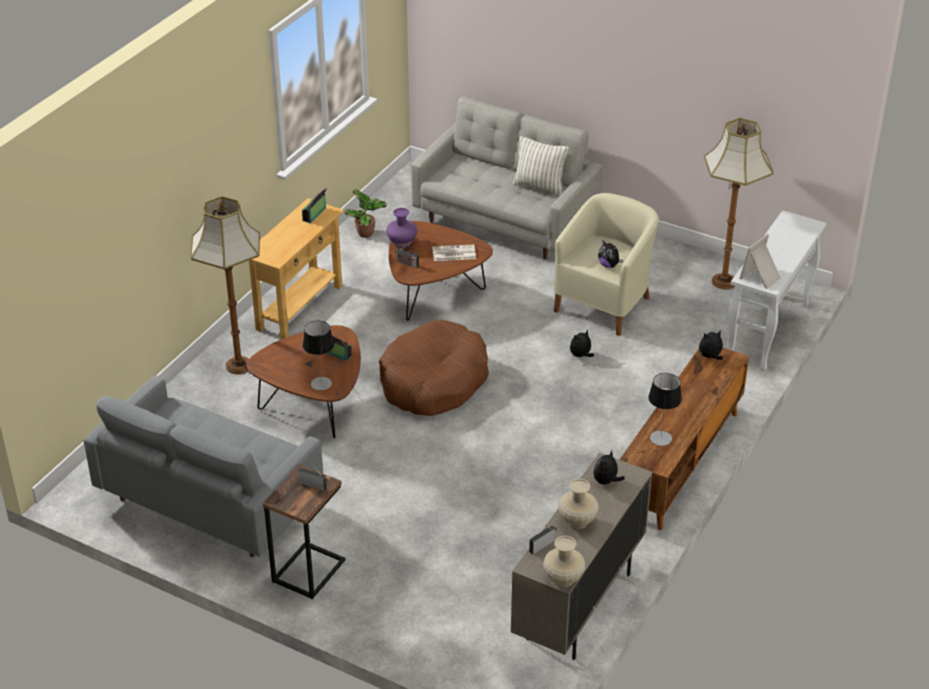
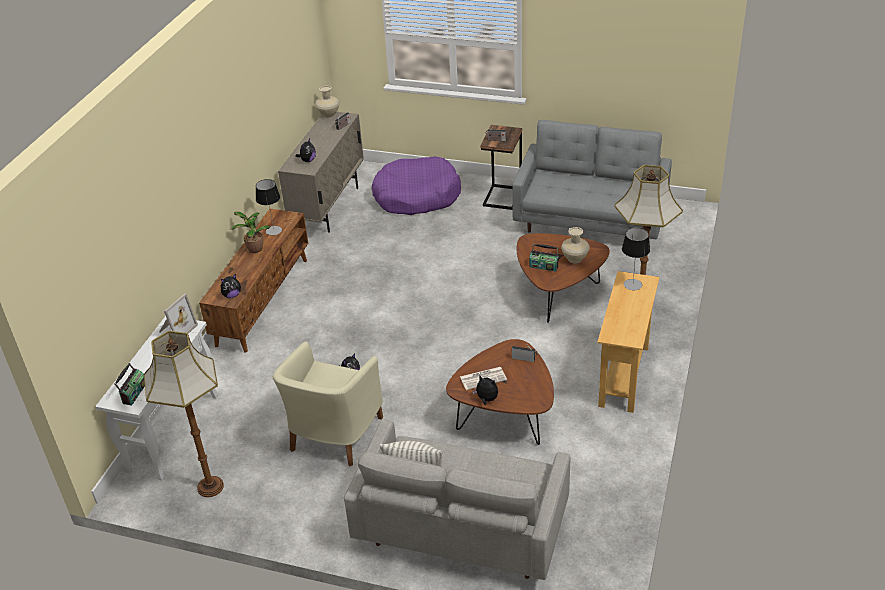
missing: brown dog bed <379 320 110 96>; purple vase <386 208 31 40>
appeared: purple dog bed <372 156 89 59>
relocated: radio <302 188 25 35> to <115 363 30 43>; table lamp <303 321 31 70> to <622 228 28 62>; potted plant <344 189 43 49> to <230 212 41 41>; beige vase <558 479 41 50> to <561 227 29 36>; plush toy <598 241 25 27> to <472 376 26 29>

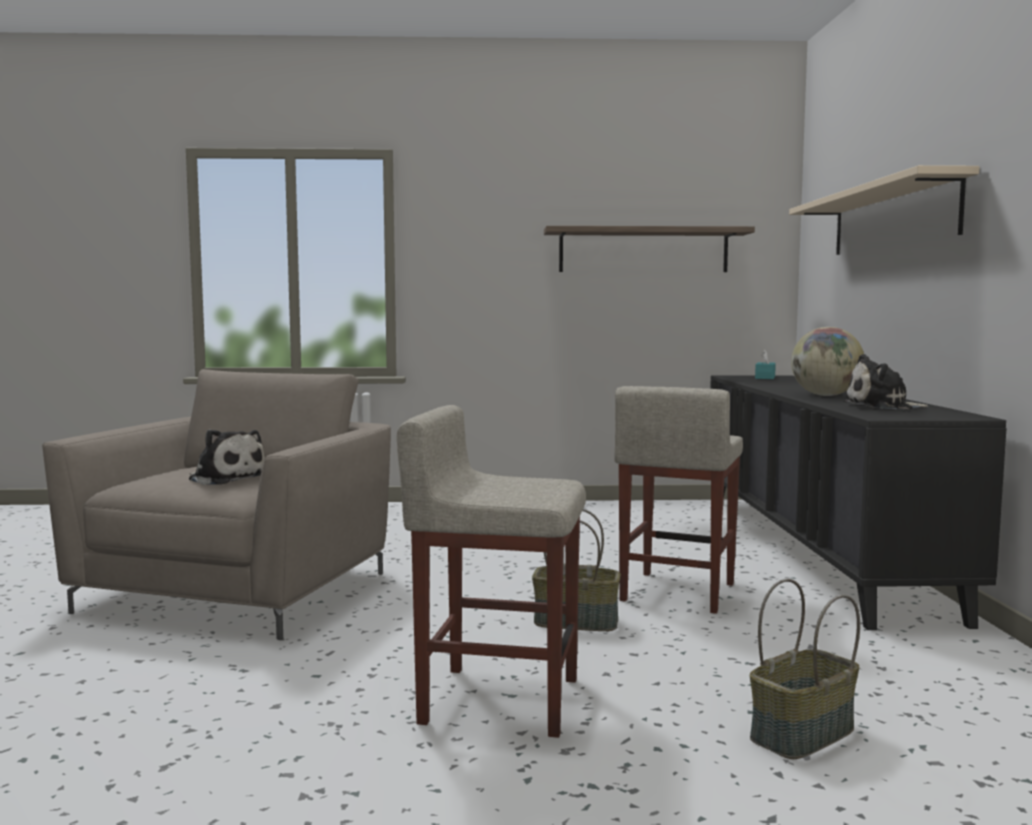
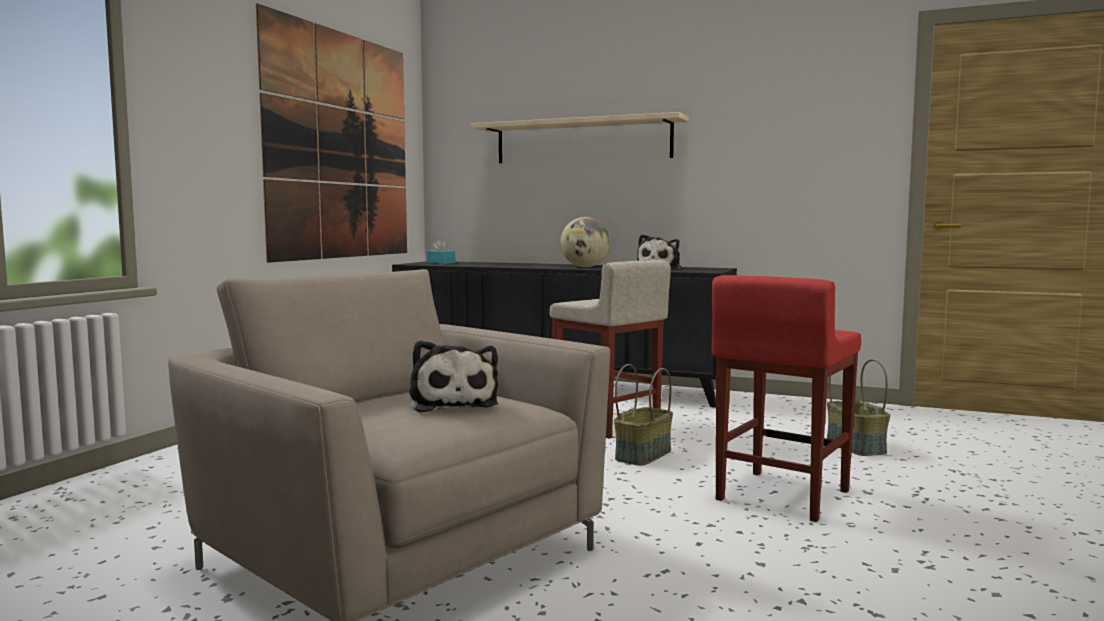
exchanged: shelf <544 226 211 46> to picture <256 3 151 260>
colour: beige stool <397 405 189 333> to red stool <711 275 150 247>
spun: plush toy <189 429 76 56> = <409 340 89 73> 105 degrees clockwise

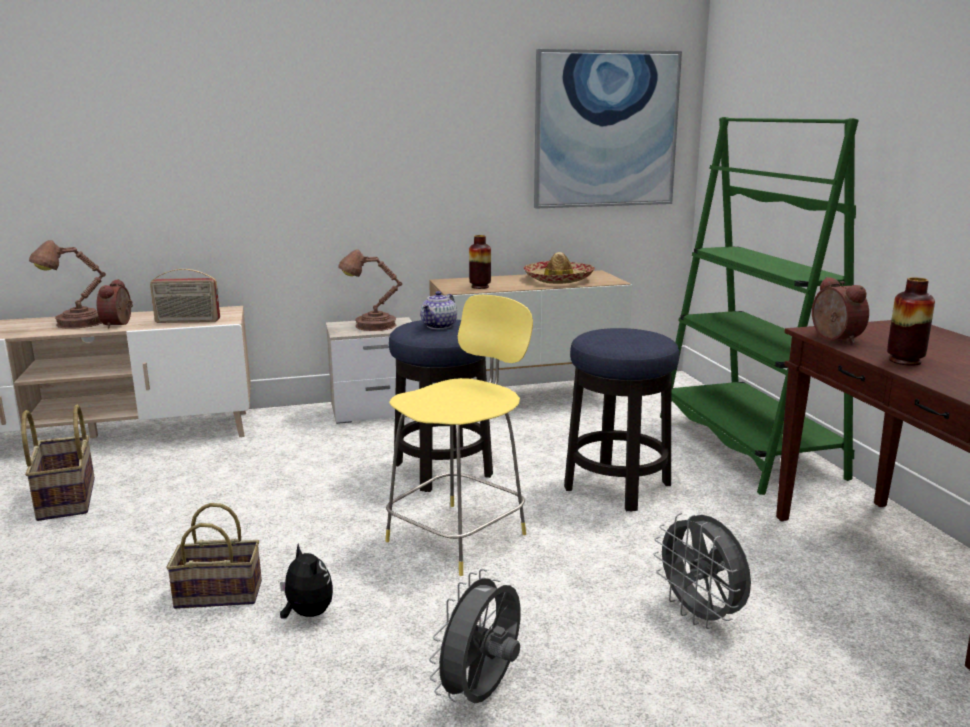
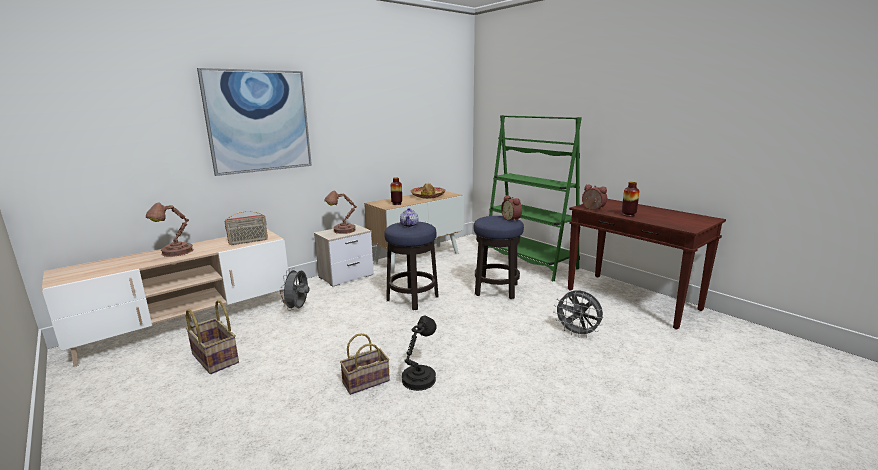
missing: yellow stool <385 295 148 281>
relocated: alarm clock <97 279 36 50> to <501 195 21 27>; grey fan <429 569 92 134> to <281 268 29 43>; picture <534 49 148 160> to <197 68 115 108>
exchanged: plush toy <280 543 53 76> to black table lamp <402 315 34 76>

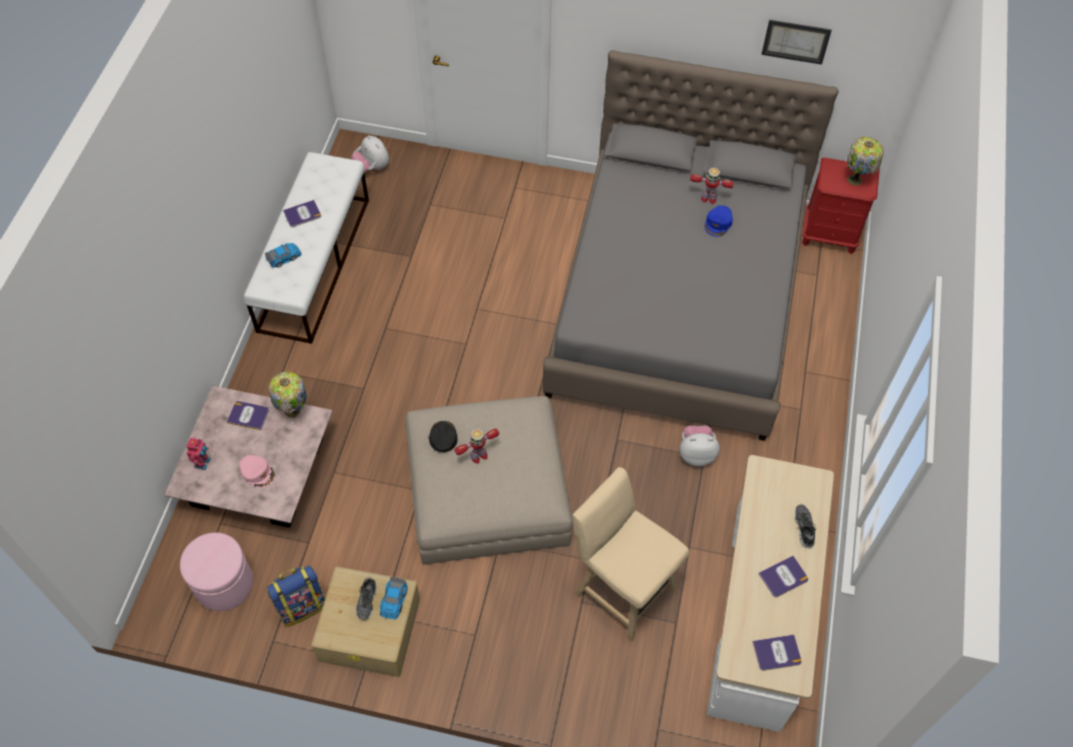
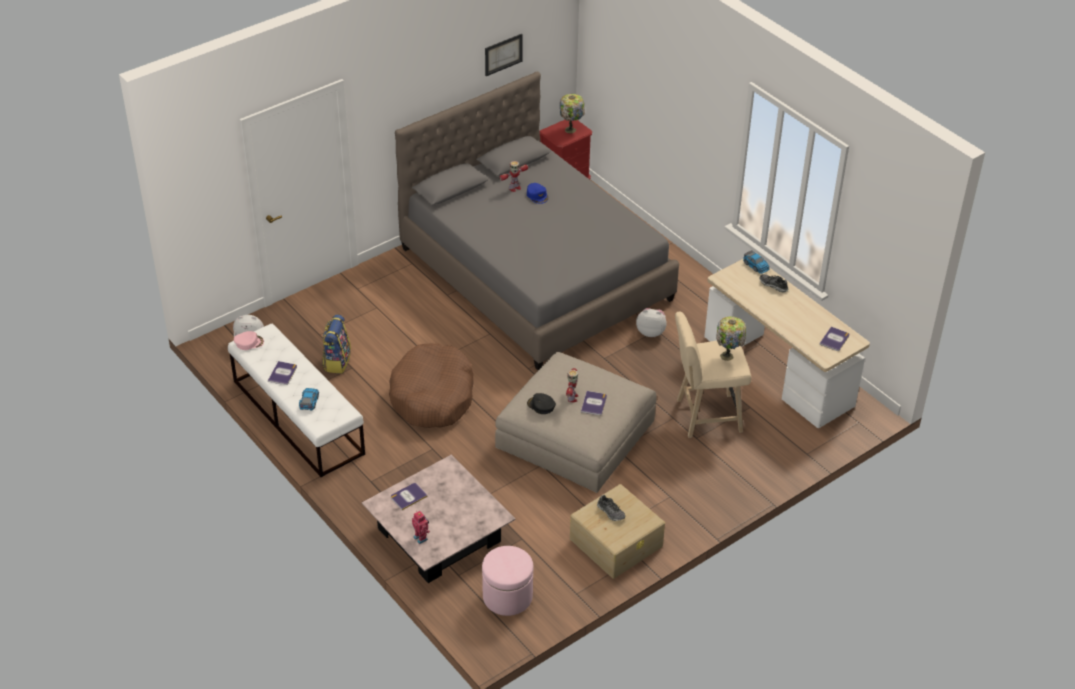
appeared: brown dog bed <389 343 85 85>
relocated: pink cap <239 455 36 33> to <234 331 30 19>; backpack <267 566 58 61> to <322 315 29 59>; table lamp <268 371 39 47> to <716 316 30 45>; toy car <380 577 28 42> to <743 250 27 24>; book <758 556 50 41> to <581 391 26 24>
spun: plush toy <680 425 40 41> = <636 308 31 29> 60 degrees clockwise

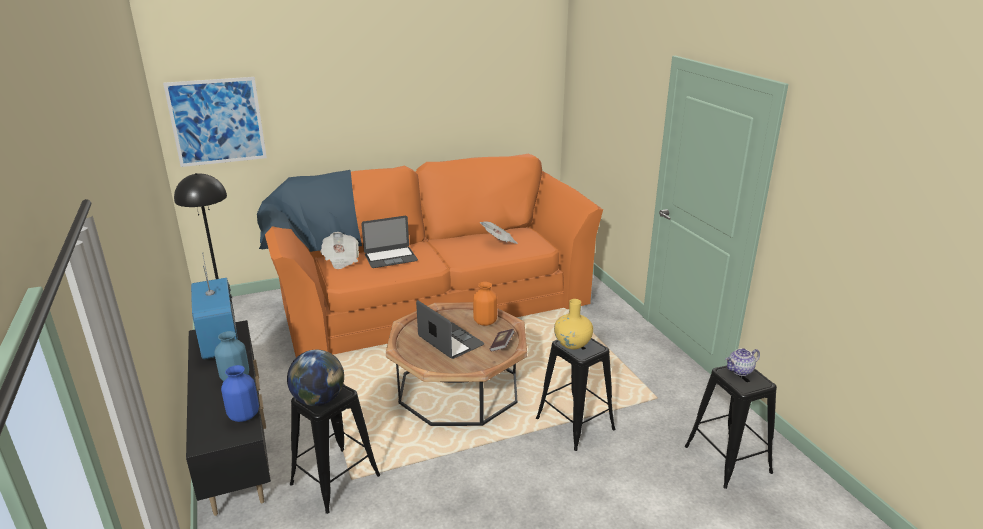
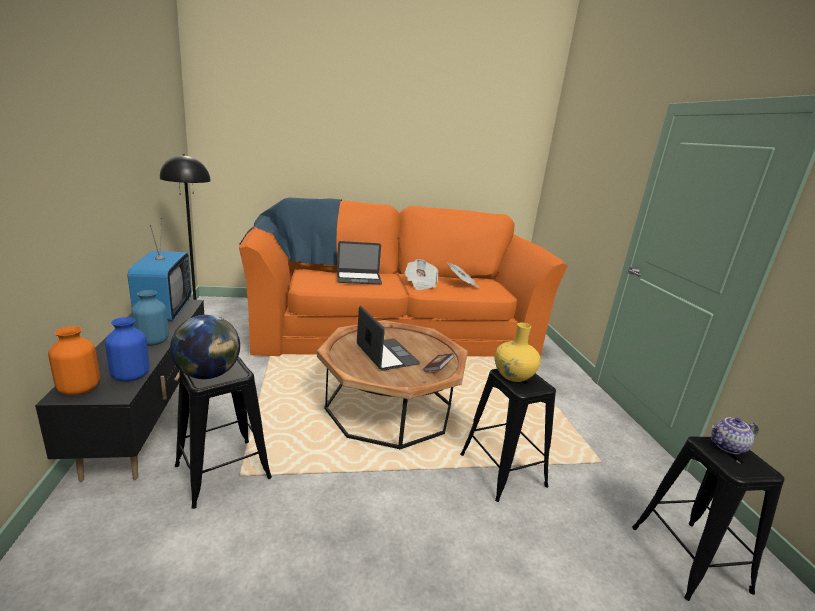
missing: picture <163 77 104 90>
relocated: newspaper <320 232 39 37> to <404 259 35 31>; orange vase <473 282 24 44> to <48 326 52 69>

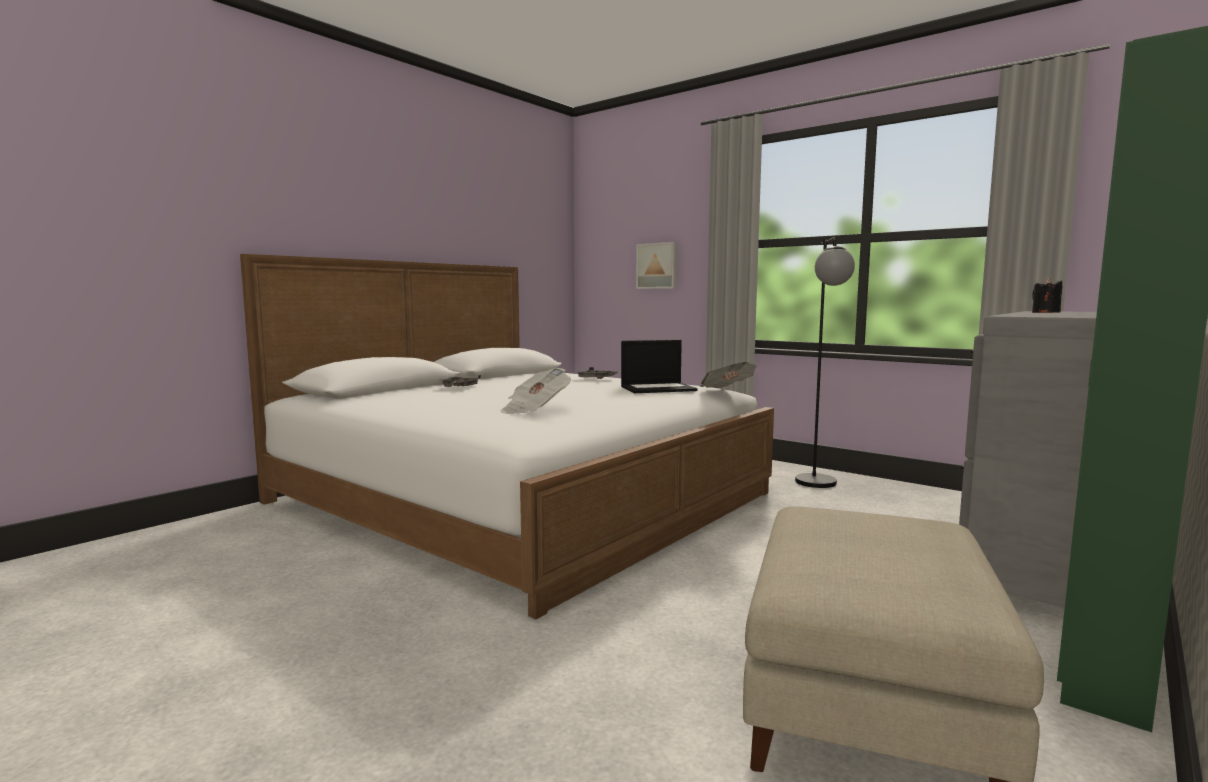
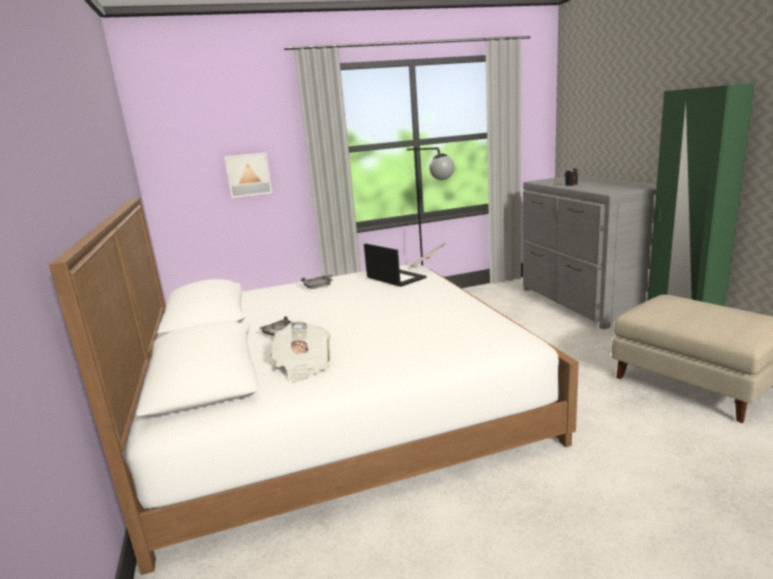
relocated: newspaper <501 368 70 46> to <270 321 61 61>
spun: laptop <621 340 77 53> = <364 243 63 44> 60 degrees counterclockwise

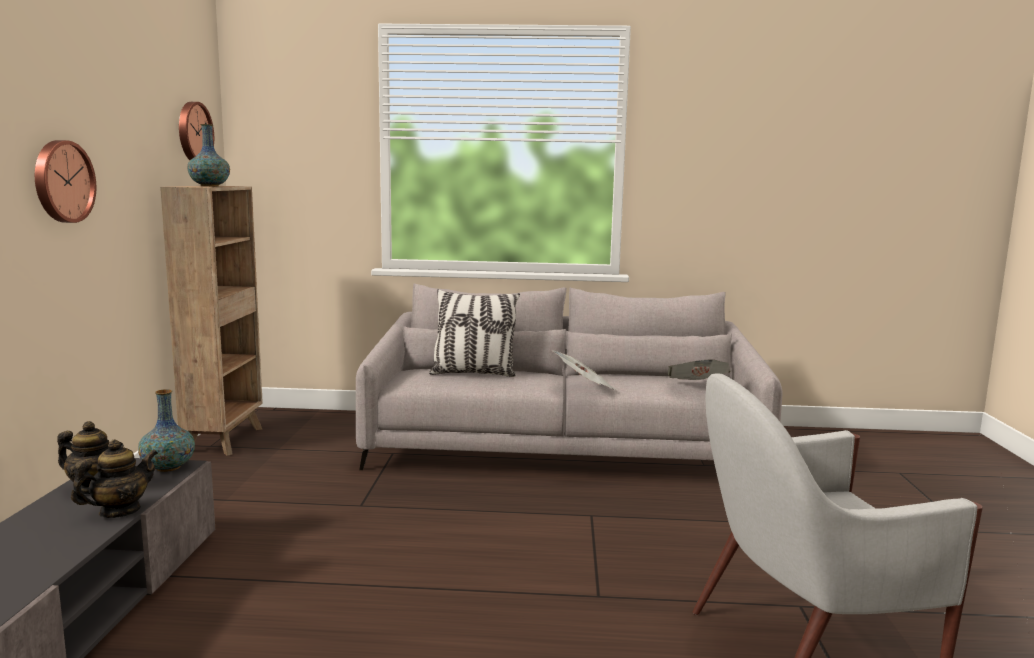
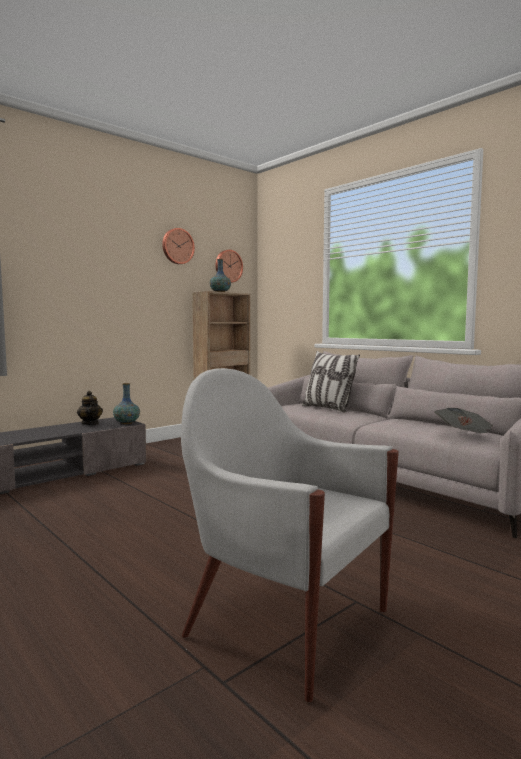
missing: teapot <71 439 87 79>; newspaper <551 350 66 40>
relocated: wall clock <35 140 61 83> to <162 228 33 36>

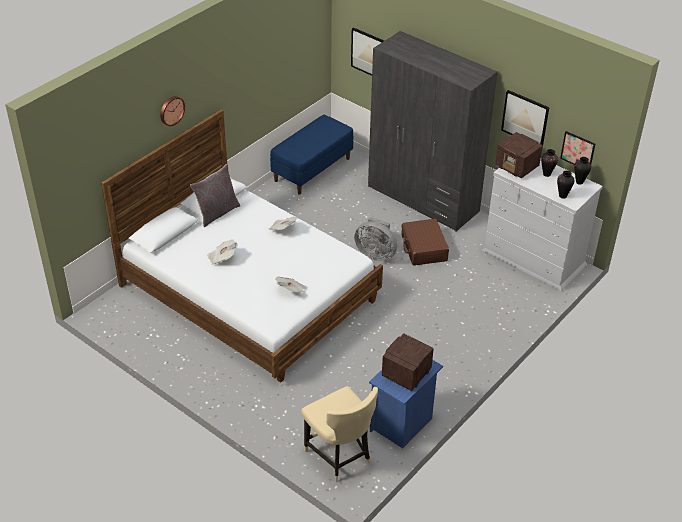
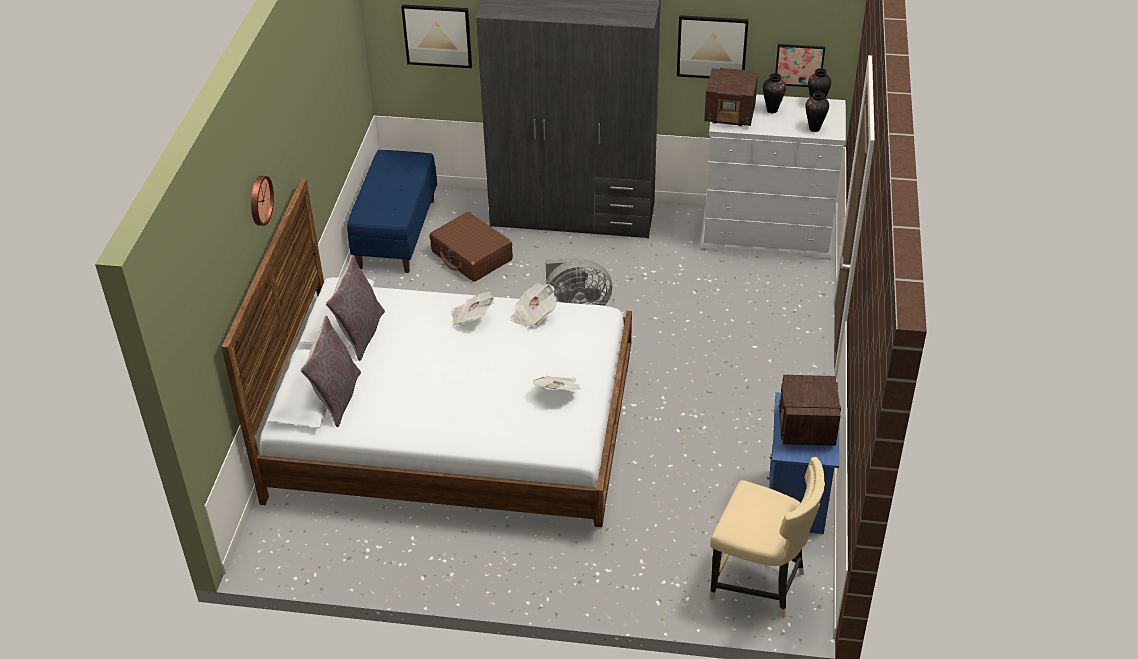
appeared: grey pillow <301 316 60 111>
relocated: newspaper <207 239 31 26> to <510 283 47 45>; brown suitcase <402 219 47 47> to <429 212 84 70>

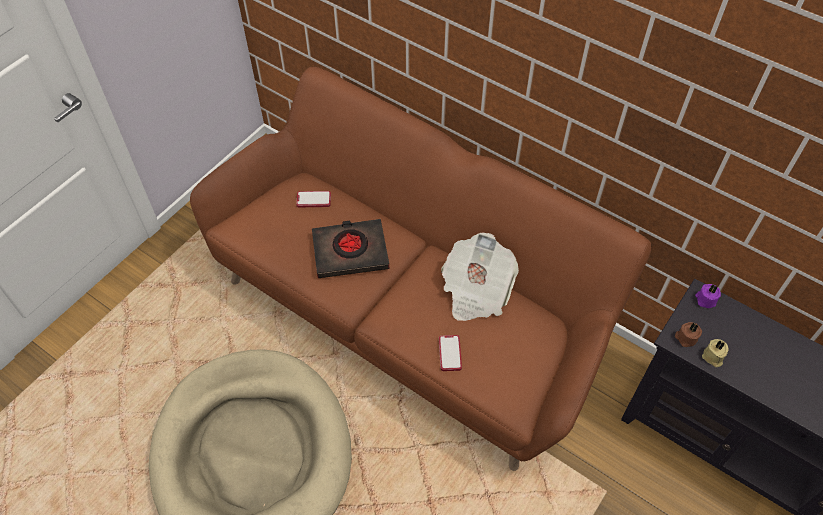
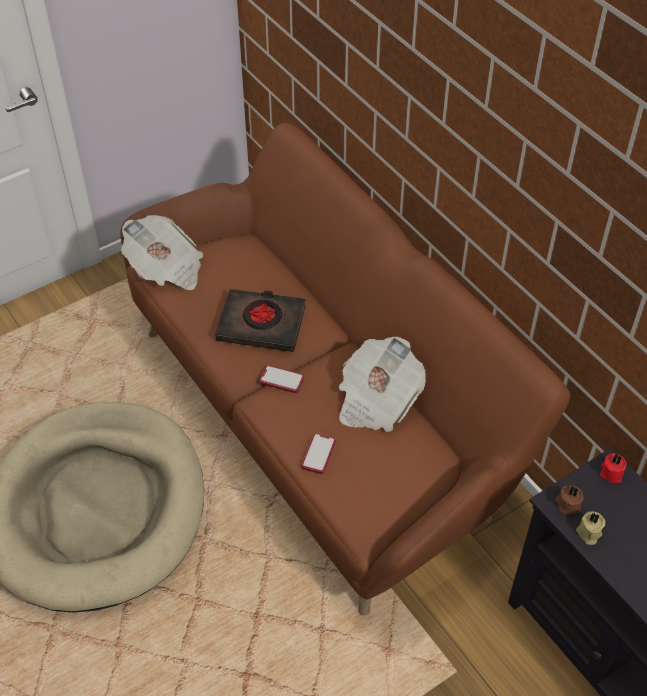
appeared: newspaper <121 215 82 75>
relocated: phone <296 191 35 16> to <260 365 44 28>
colour: purple candle <695 284 26 24> to red candle <600 453 27 30>

